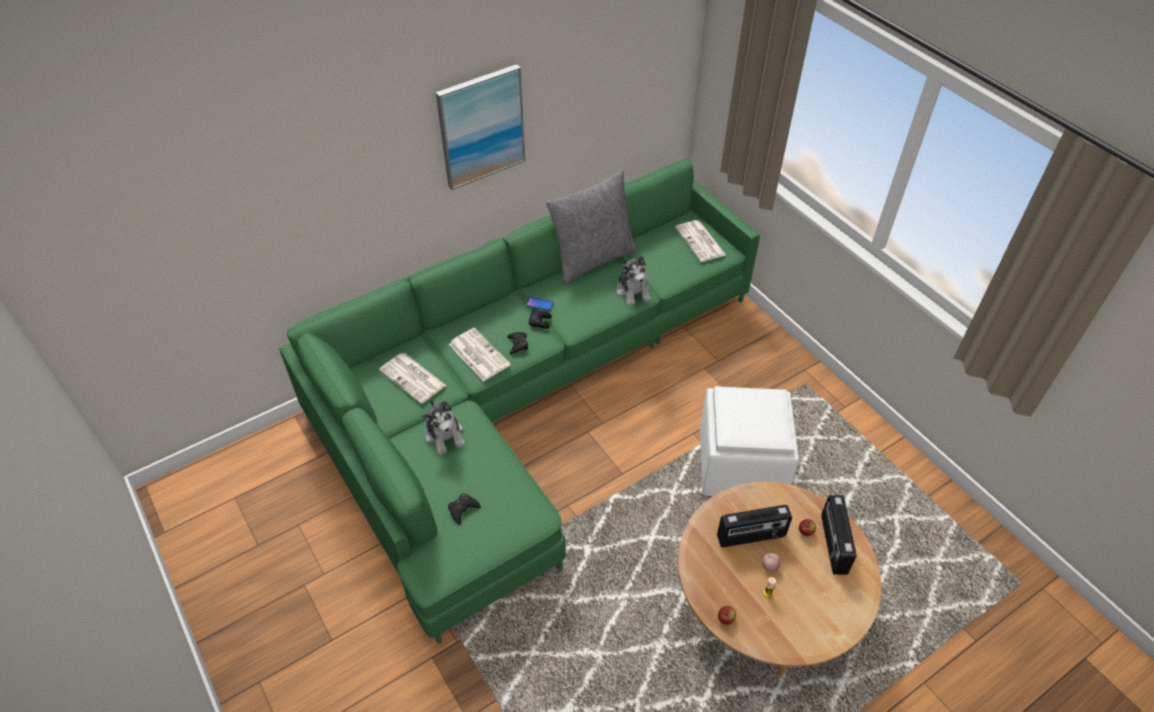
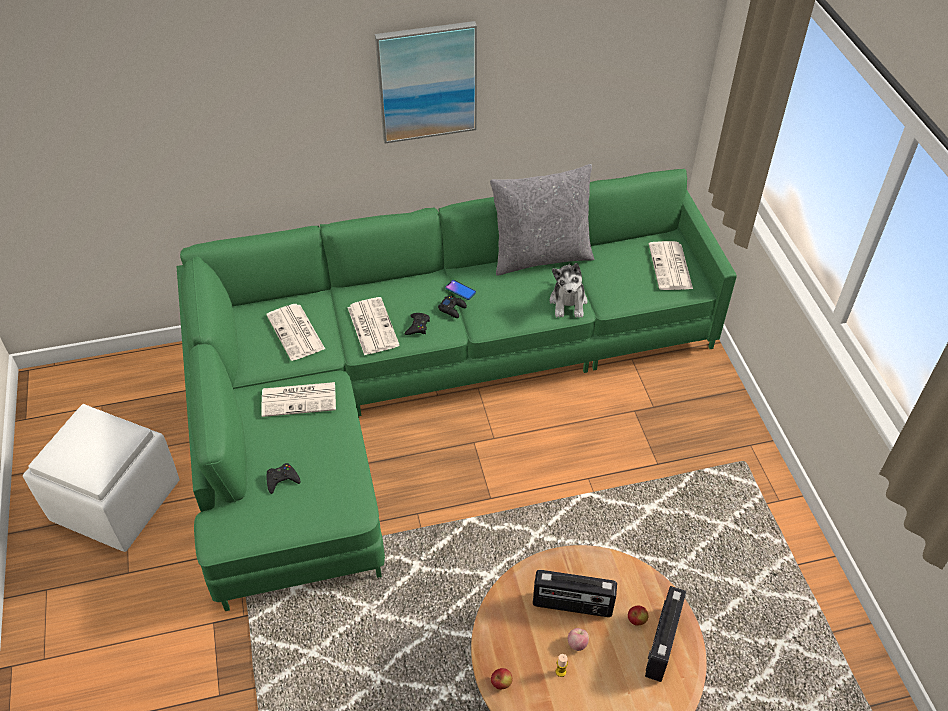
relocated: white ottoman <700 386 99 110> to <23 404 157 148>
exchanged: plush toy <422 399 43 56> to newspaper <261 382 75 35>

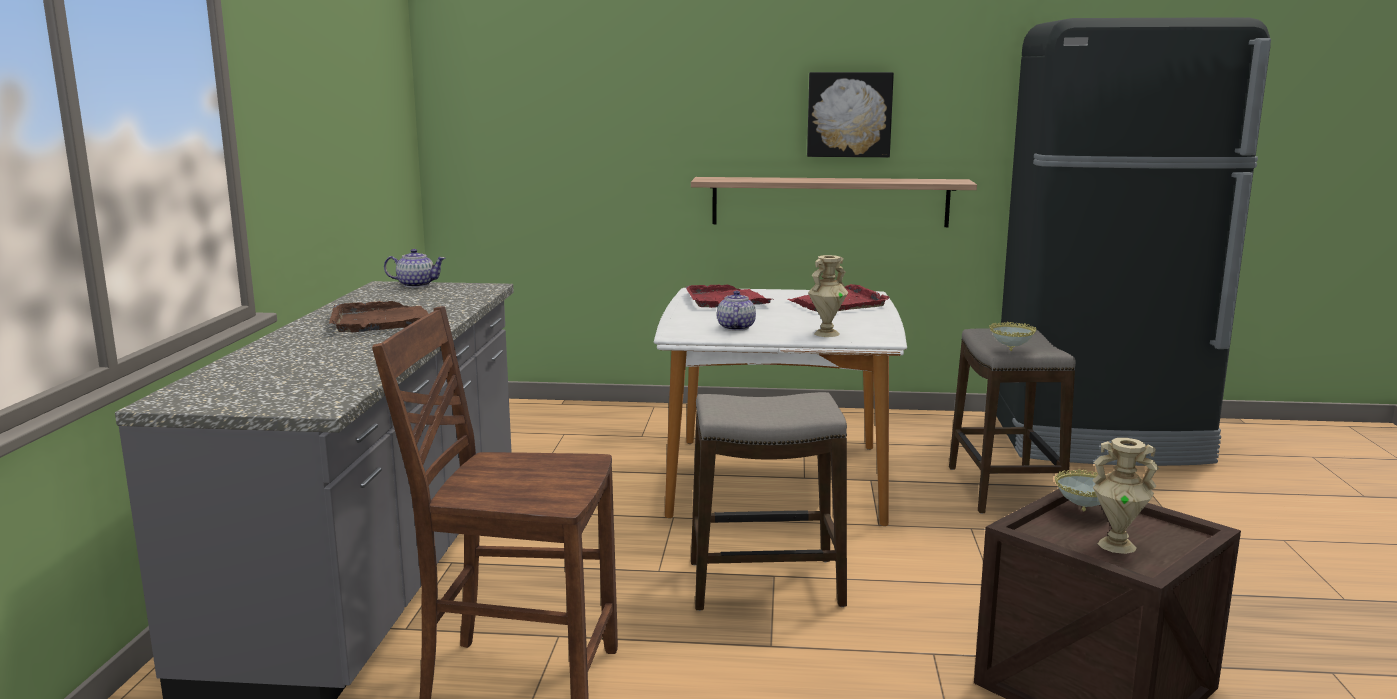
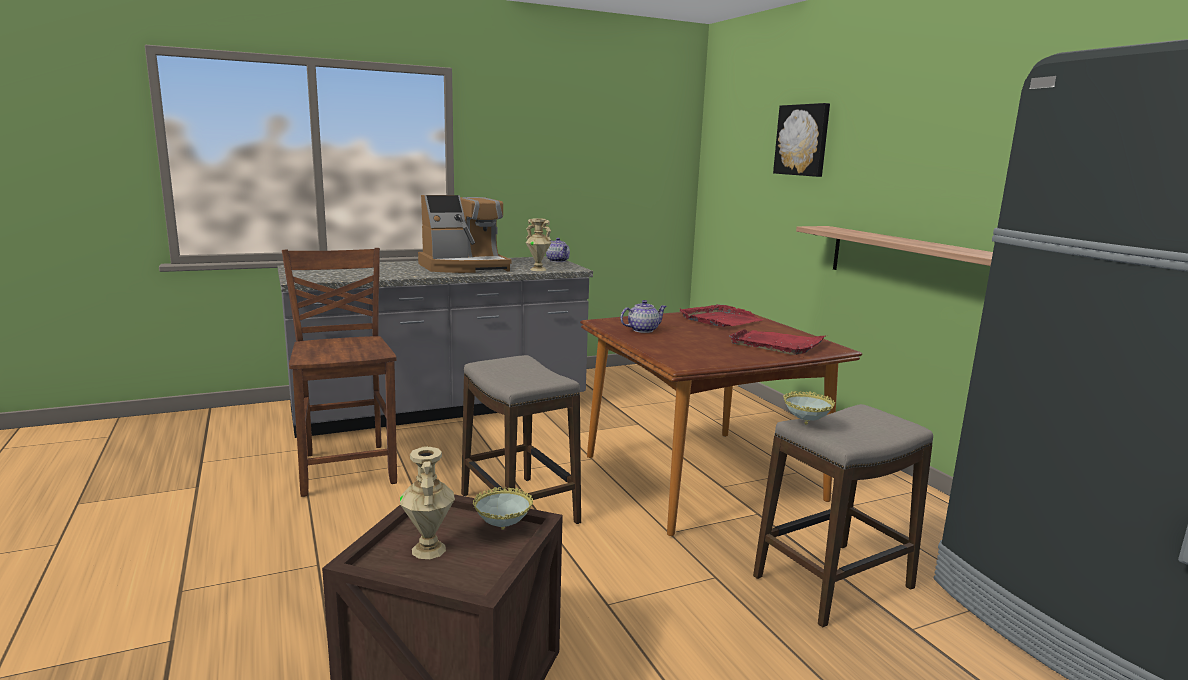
relocated: picture <807 72 87 85> to <773 103 57 74>; beige vase <808 255 41 82> to <525 218 27 53>
exchanged: brown tray <329 301 100 31> to coffee machine <418 195 93 78>
colour: white dining table <654 288 253 238> to brown dining table <580 312 282 224>

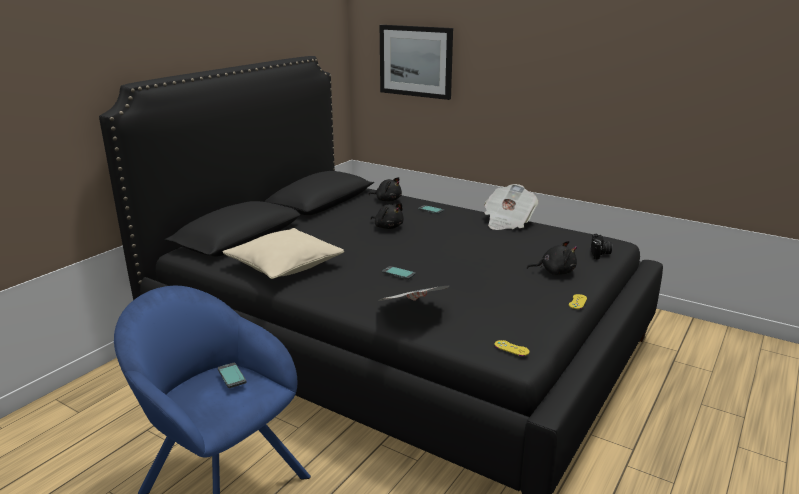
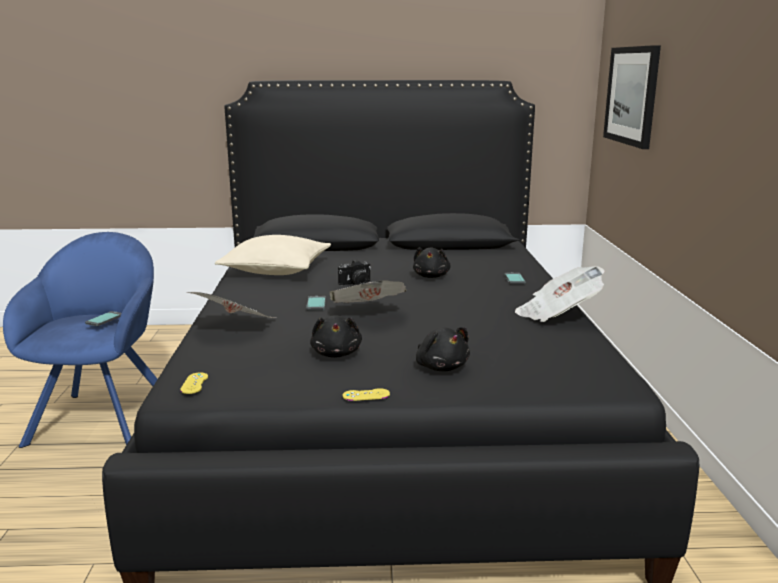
appeared: newspaper <329 280 78 23>
relocated: black plush toy <368 177 34 25> to <310 315 52 43>; photo camera <591 234 21 26> to <338 260 33 25>

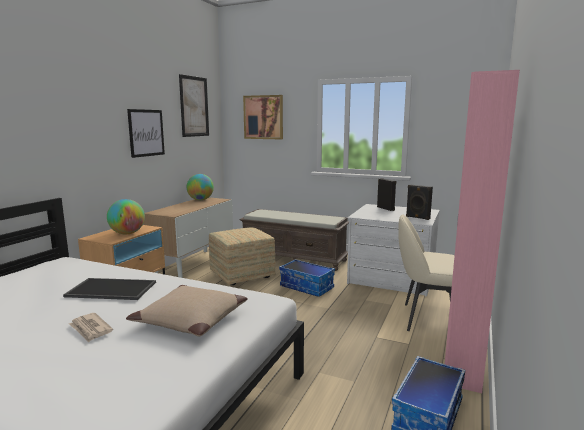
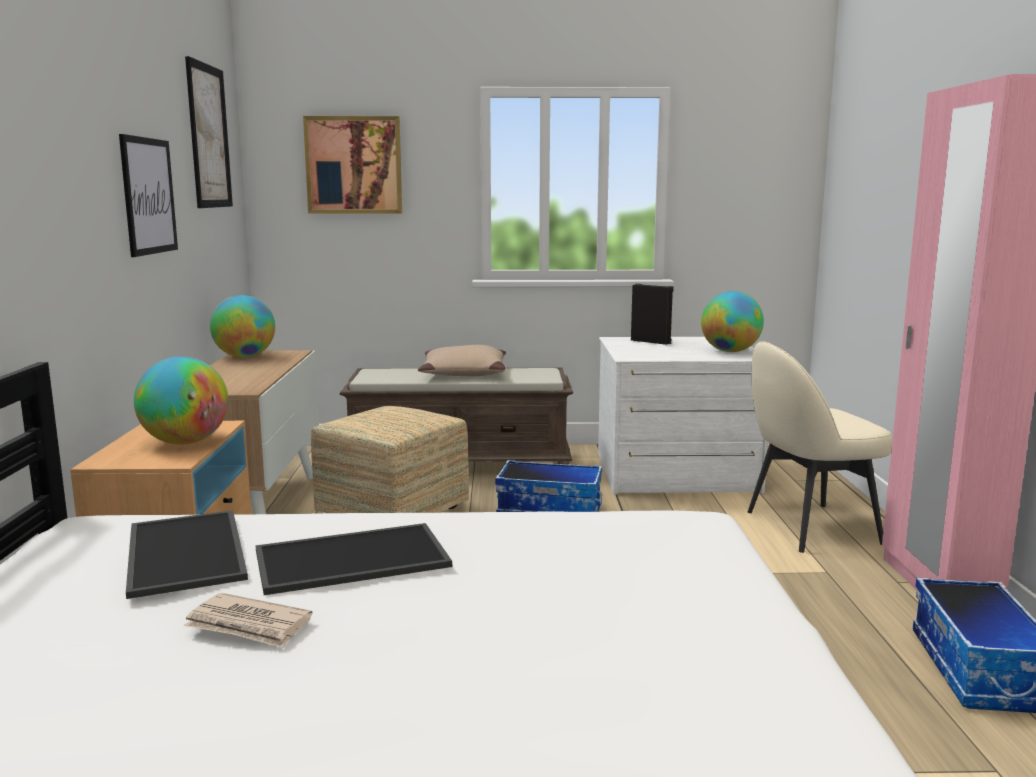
appeared: tray <126 510 122 89>
relocated: newspaper <69 313 44 29> to <184 593 129 55>; beige pillow <126 285 122 51> to <418 345 88 31>
exchanged: black speaker <406 185 27 35> to globe <701 291 63 61>

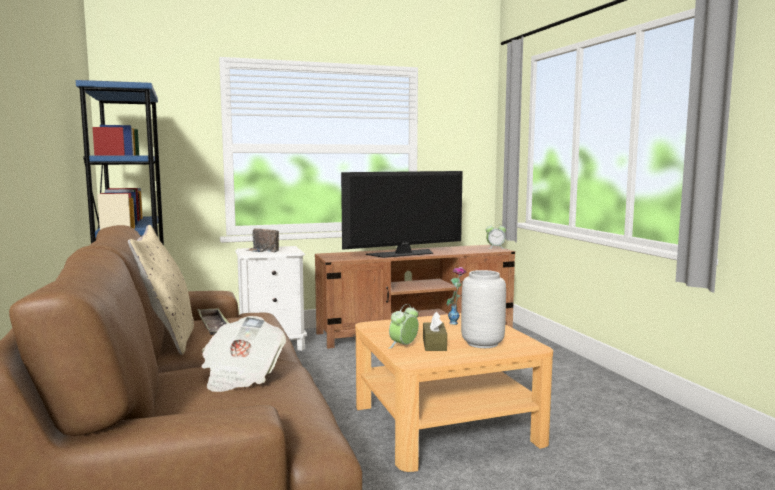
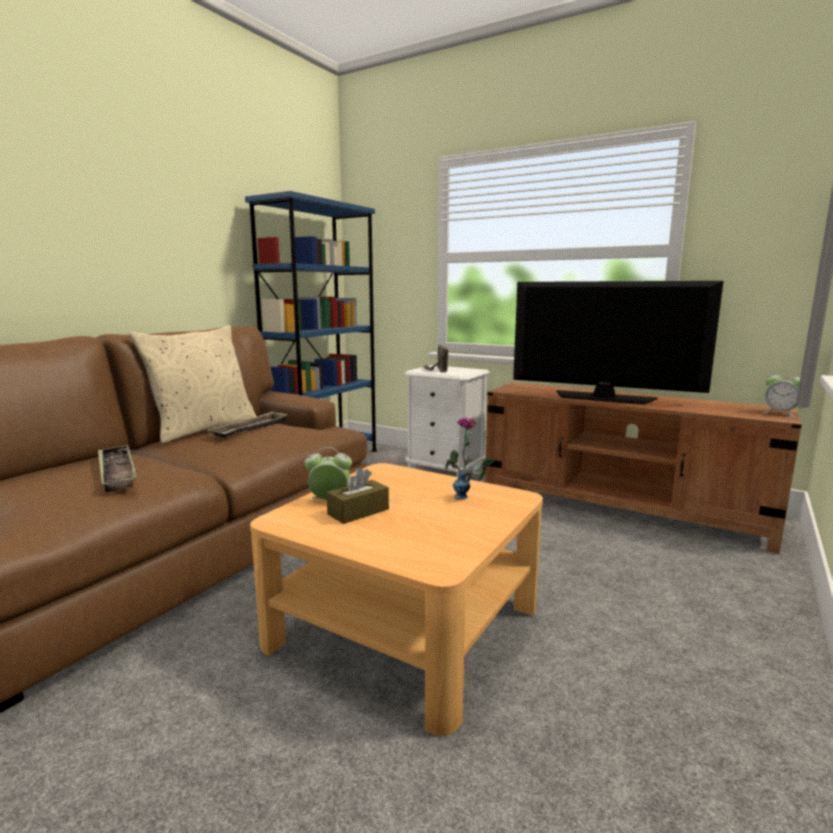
missing: grey vase <461 270 45 78>
exchanged: newspaper <202 316 84 76> to tray <98 444 39 48>

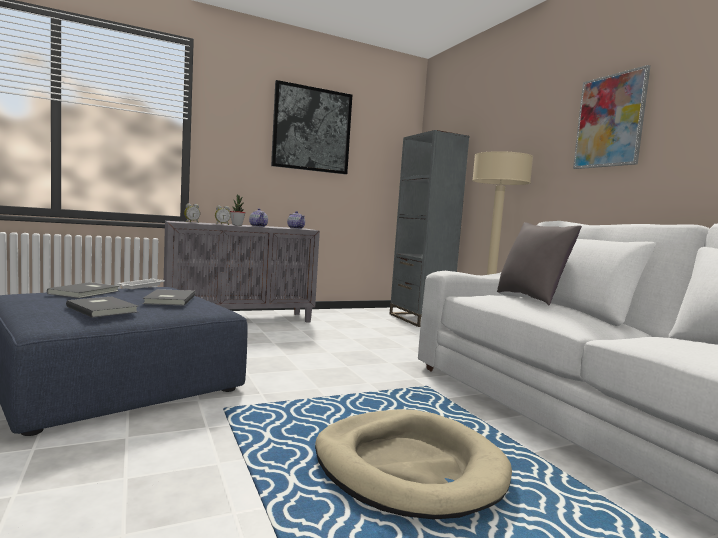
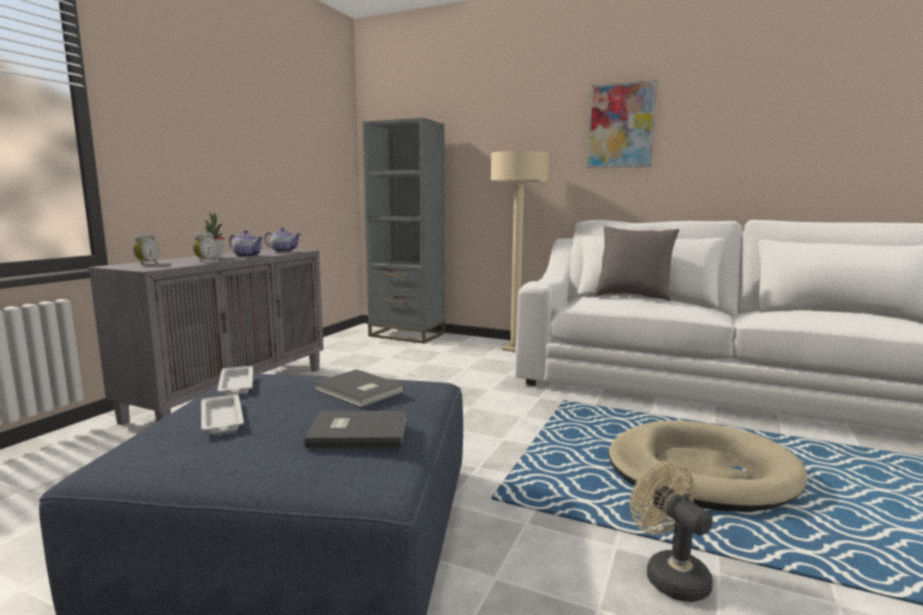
missing: picture <271 80 81 94>
appeared: beige fan <630 460 83 142>
exchanged: grey book <47 282 72 16> to white tray <201 394 43 40>

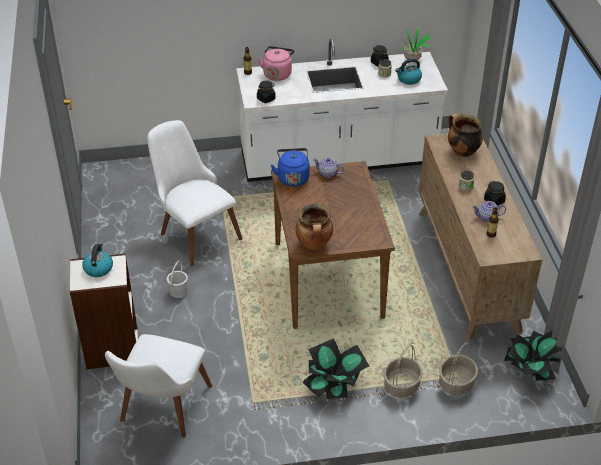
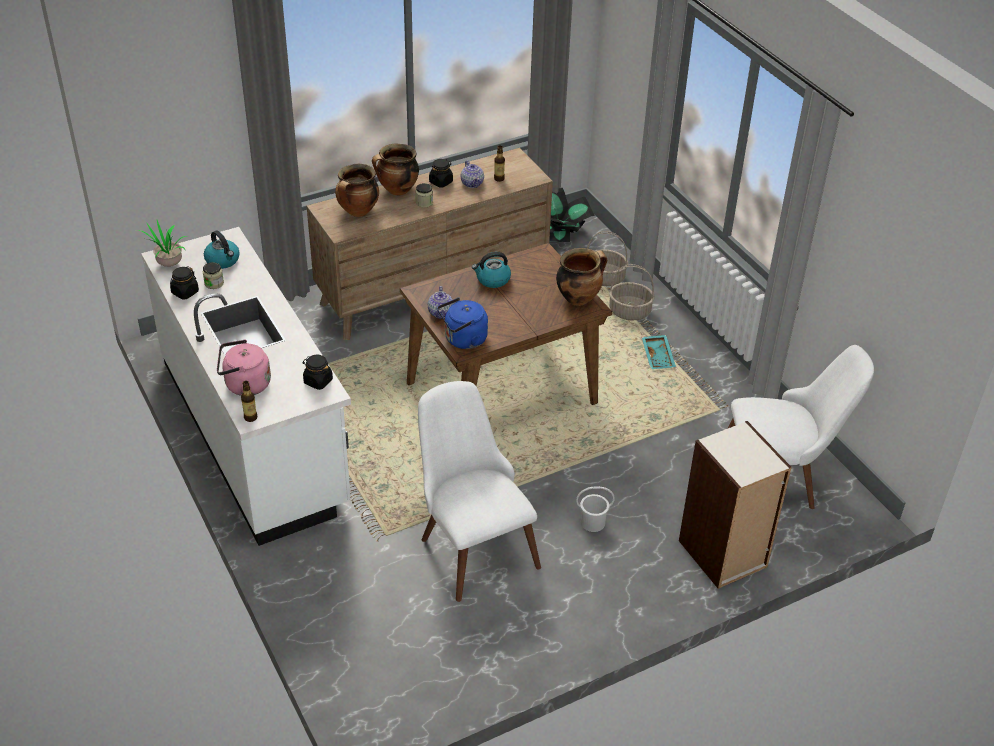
appeared: cooking pot <372 144 47 51>
relocated: kettle <82 243 31 34> to <472 252 39 36>
exchanged: potted plant <303 338 67 61> to turquoise tray <642 335 34 34>
spun: white chair <147 120 95 146> = <418 381 123 221> 120 degrees clockwise

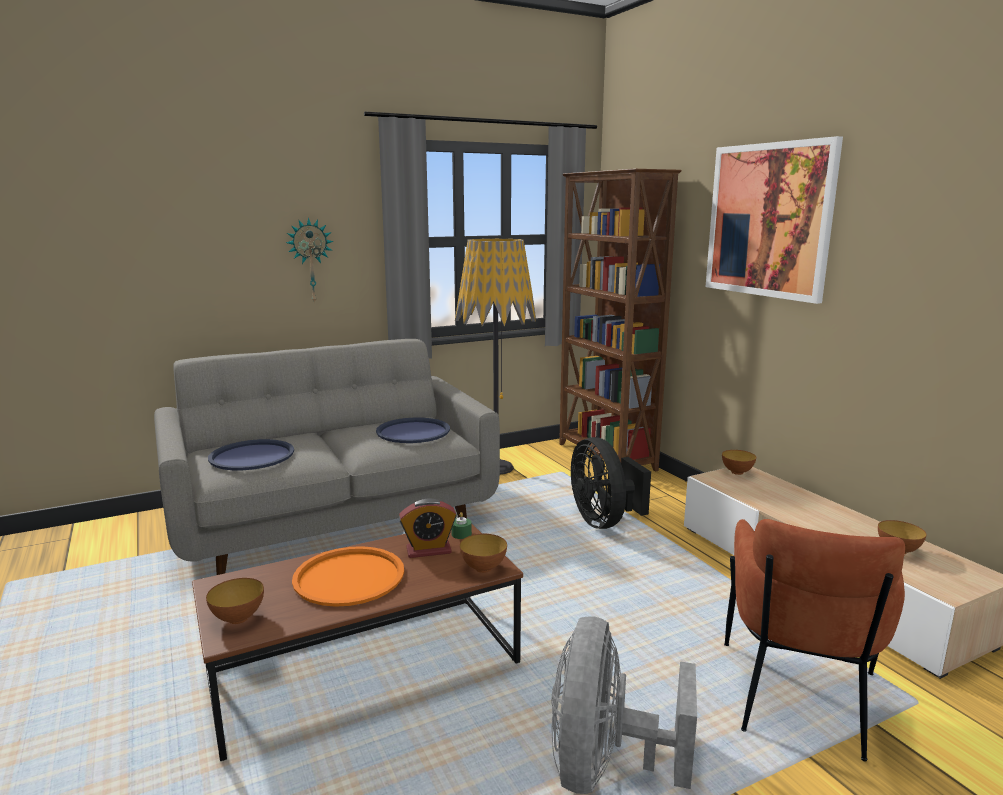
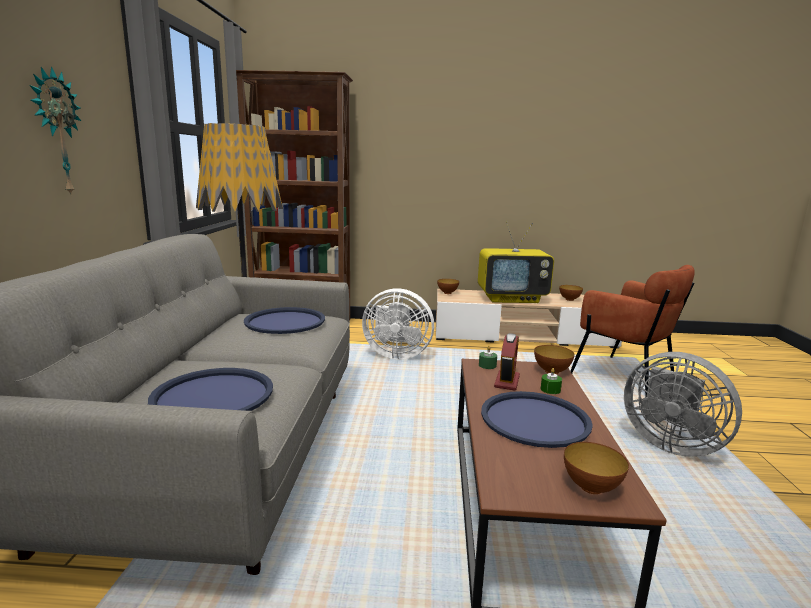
missing: picture <706 136 137 168>
appeared: television <478 221 76 82>; green candle <541 368 21 26>
colour: orange tray <292 546 112 61> to blue tray <481 391 112 57>; black fan <571 437 80 92> to white fan <362 288 72 72>

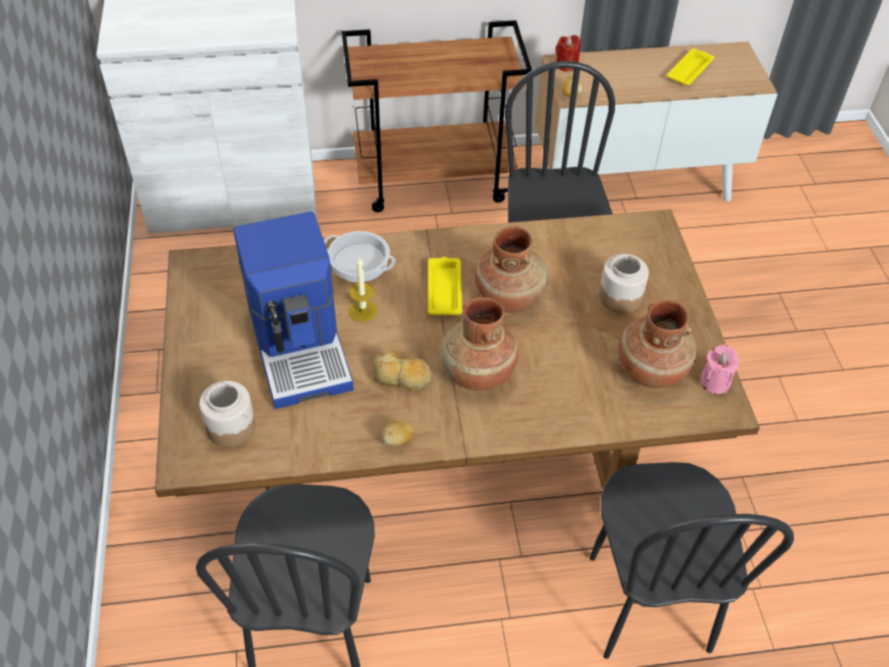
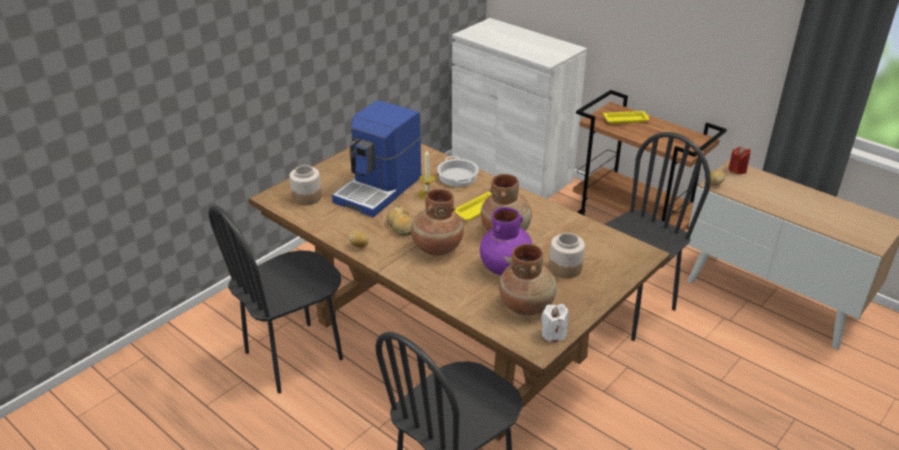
appeared: purple vase <480 207 53 68>
relocated: yellow tray <667 49 48 36> to <603 111 46 13>
colour: pink candle <700 345 39 49> to white candle <541 304 27 39>

